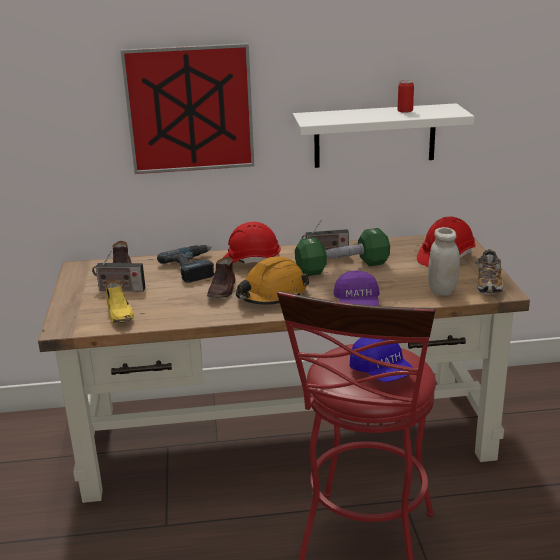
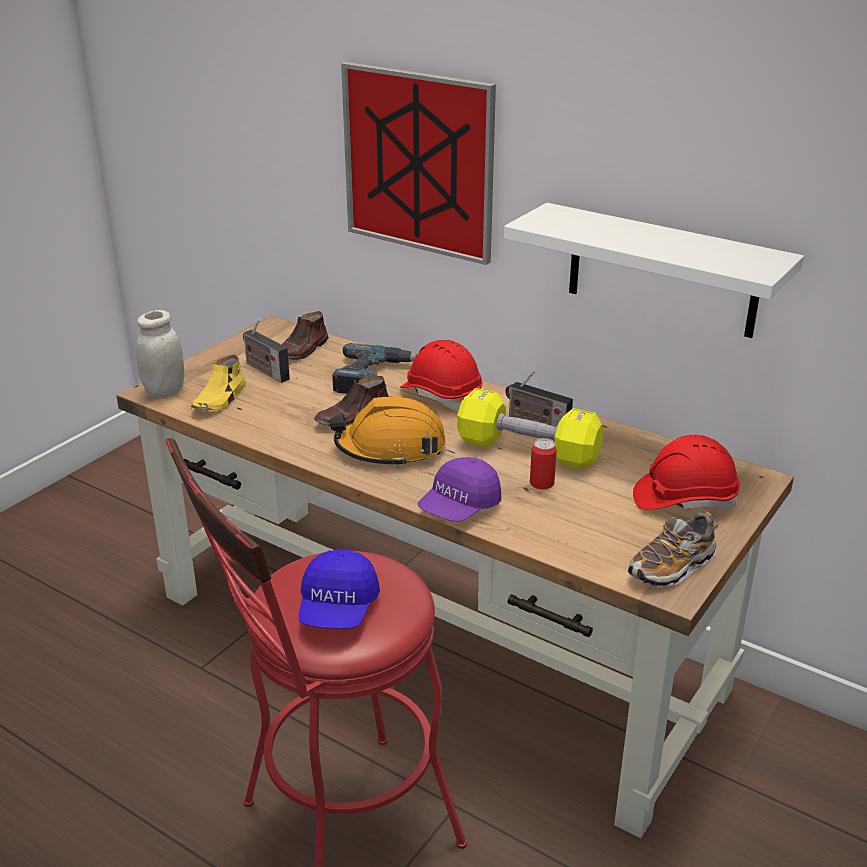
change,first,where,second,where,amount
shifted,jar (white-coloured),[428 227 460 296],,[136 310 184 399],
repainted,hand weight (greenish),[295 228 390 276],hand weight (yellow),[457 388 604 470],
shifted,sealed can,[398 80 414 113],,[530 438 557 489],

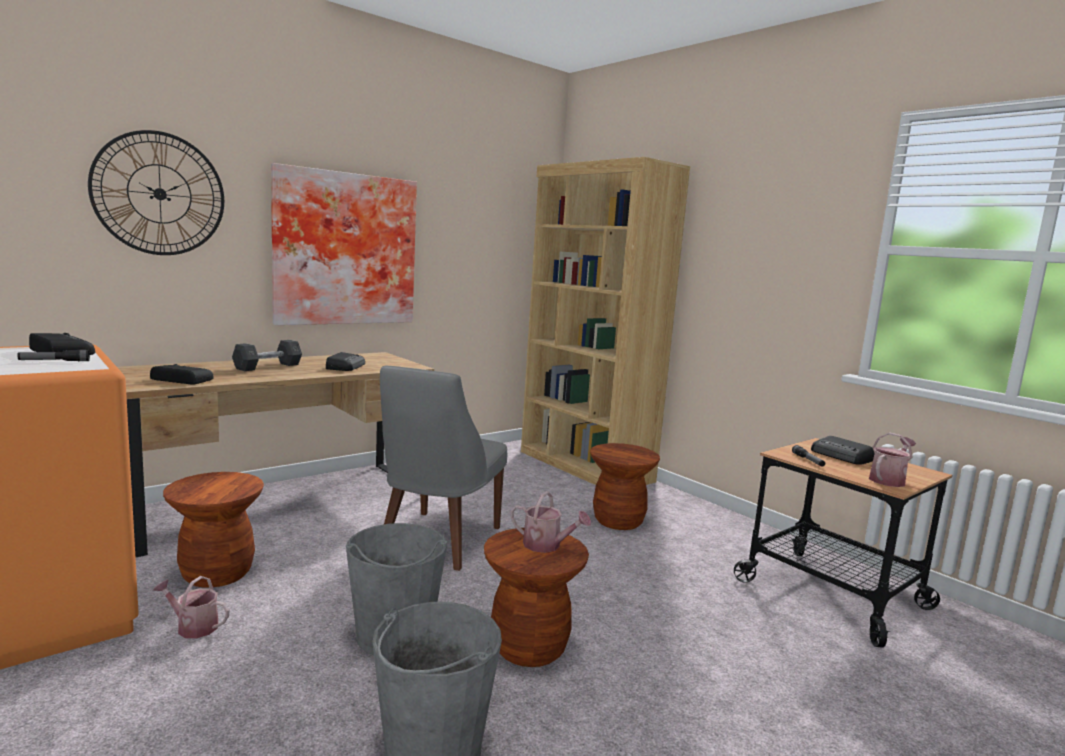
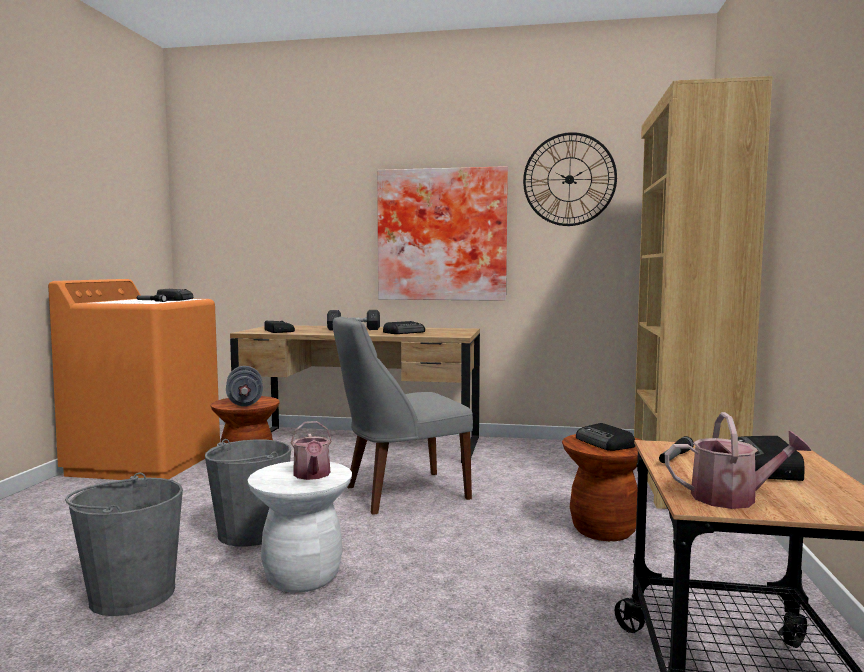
change,first,where,second,where,amount
new,,,hand weight (grey),[226 366 263 406],
repainted,stool seat (brown-coloured),[484 528 589 667],stool seat (white-coloured),[248 461 352 593],
shifted,hanging clock,[88 130 224 255],,[523 132 617 226],
new,,,radio,[576 423 635 451],
gone,watering can,[153 576 229 638],,,

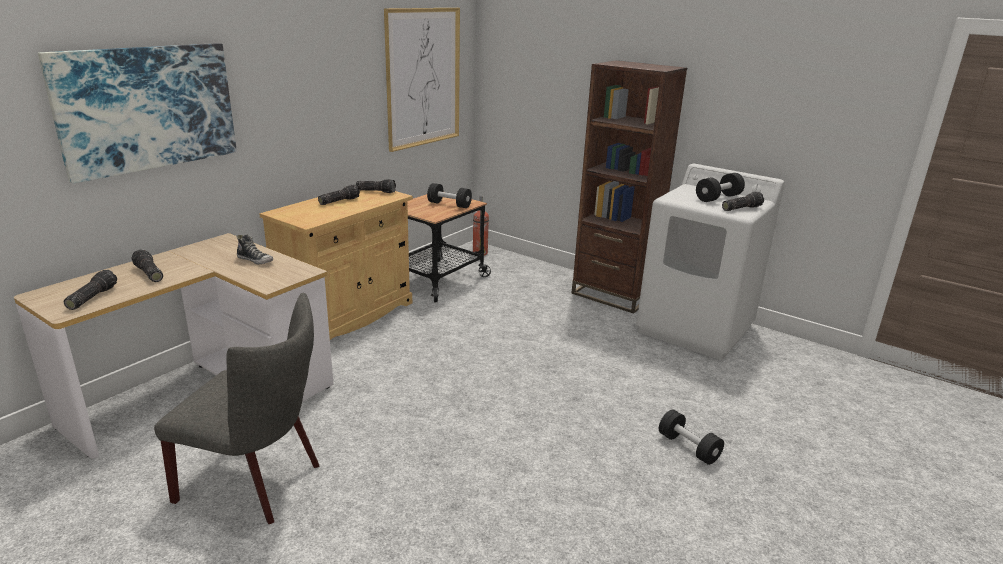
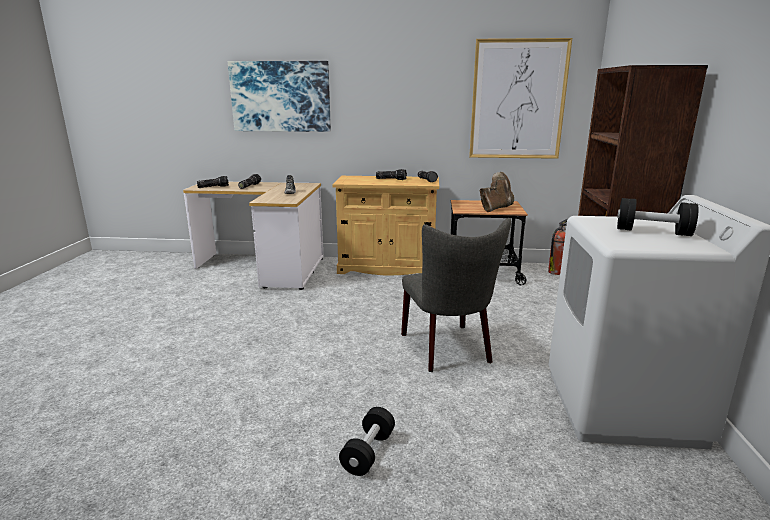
change,first,where,second,where,amount
shifted,upright chair (grey),[154 293 319 524],,[401 218 511 372],
swapped,hand weight (blackish),[427 183 472 208],boot (brown-coloured),[480 172 514 212],
gone,flashlight,[722 192 764 211],,,

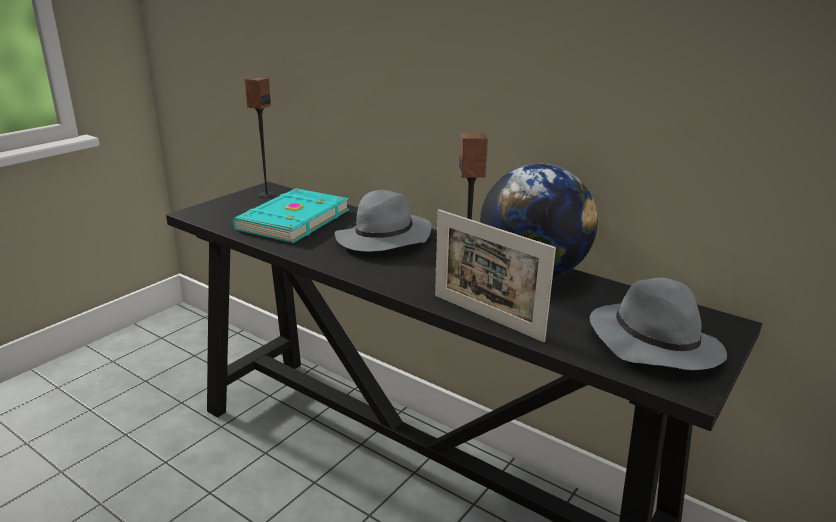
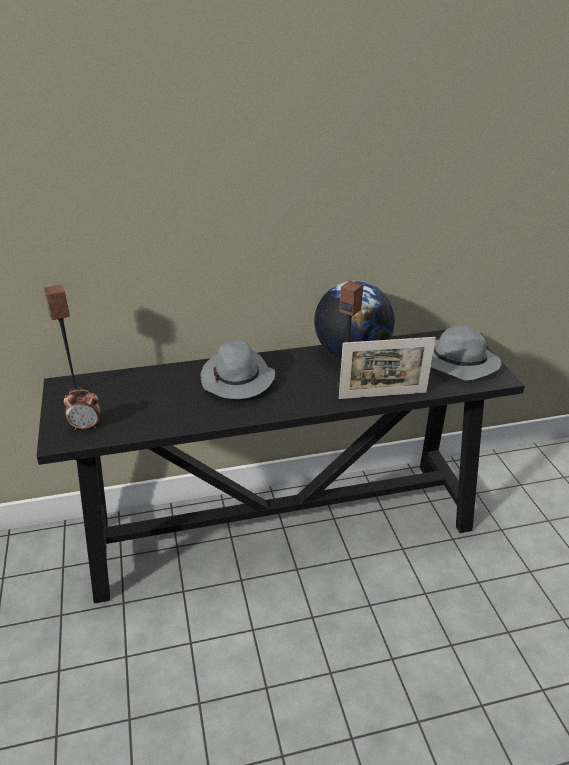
change,first,where,second,where,amount
new,,,table clock,[64 390 100 430],
gone,bound book (turquoise),[233 188 349 243],,,

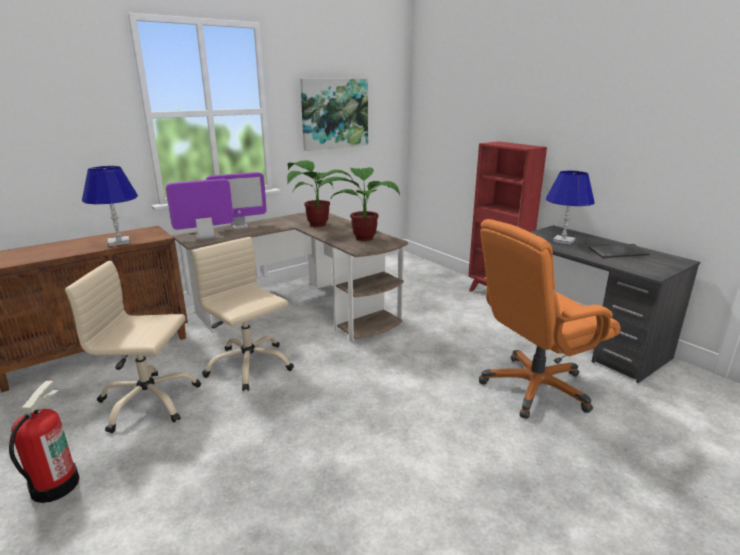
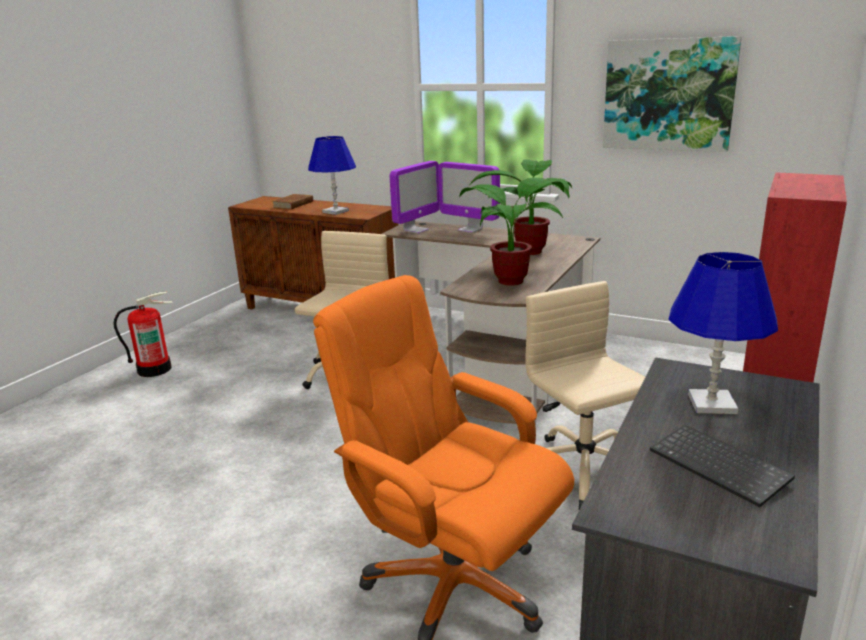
change,first,where,second,where,amount
new,,,bound book (brown-coloured),[272 194 313 209],
rotated,computer screen,[166 179 234 240],,[390 161 440 234],90 degrees clockwise
shifted,computer chair (beige-coloured),[65 261 201 433],,[526 281 645 509],

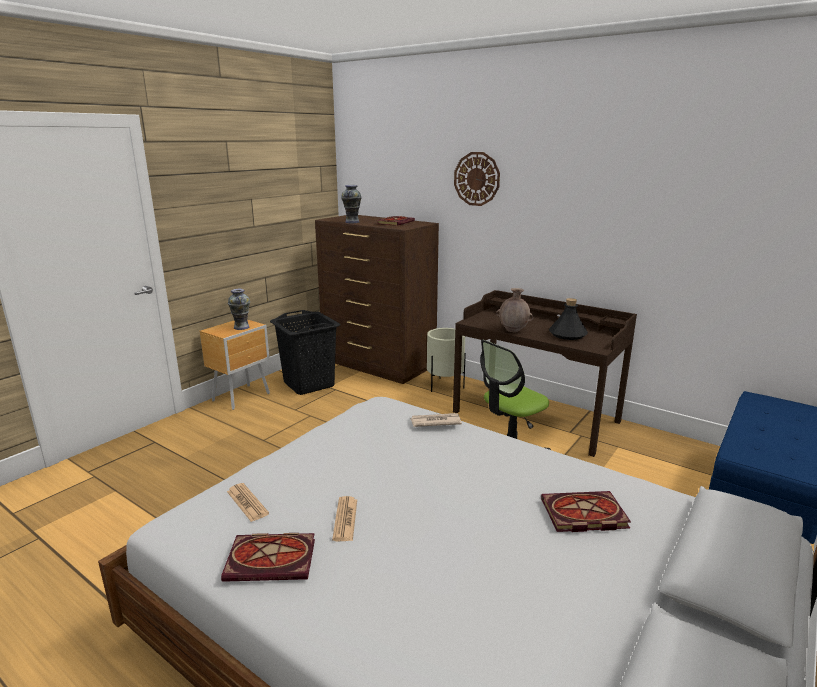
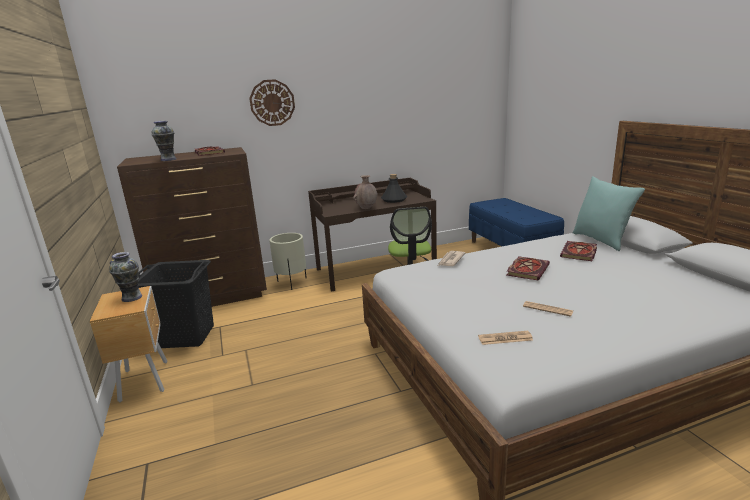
change,first,where,second,where,amount
shifted,bound book,[221 533 315 582],,[507 256 550 280],
new,,,pillow (turquoise),[573 176 645 251],

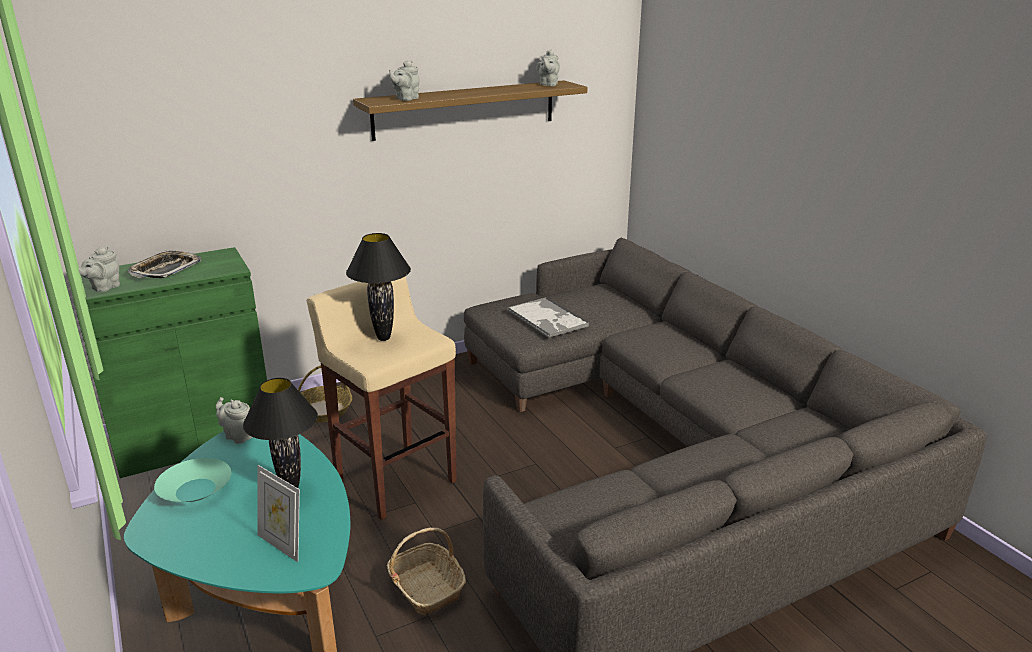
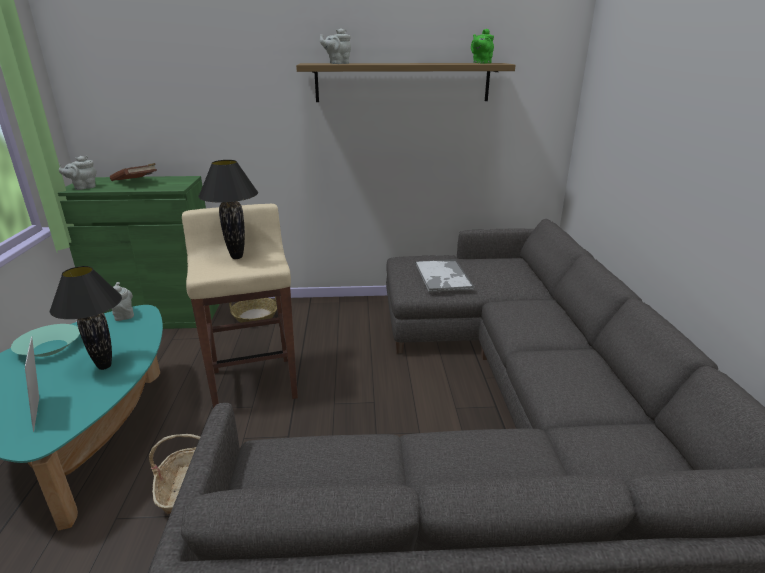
change,first,where,second,where,amount
swapped,carrying tray,[128 251 201 278],bound book (brown-coloured),[110 163 157 181],
repainted,teapot (grey),[537 49 560 86],teapot (greenish),[471 29 494 64],

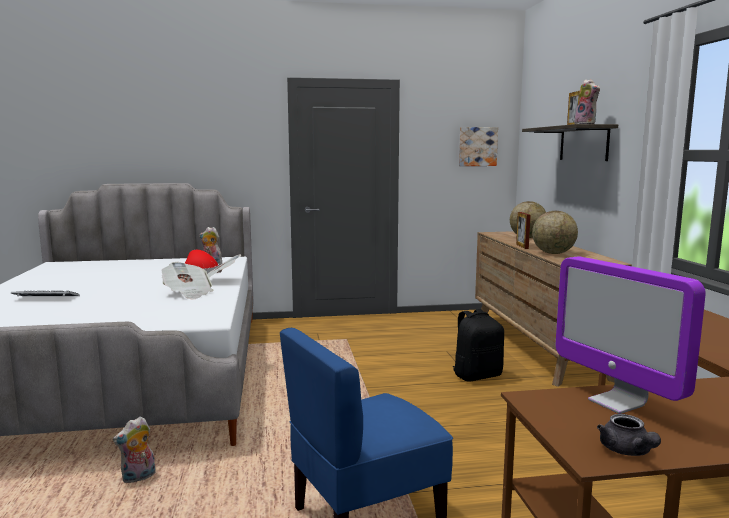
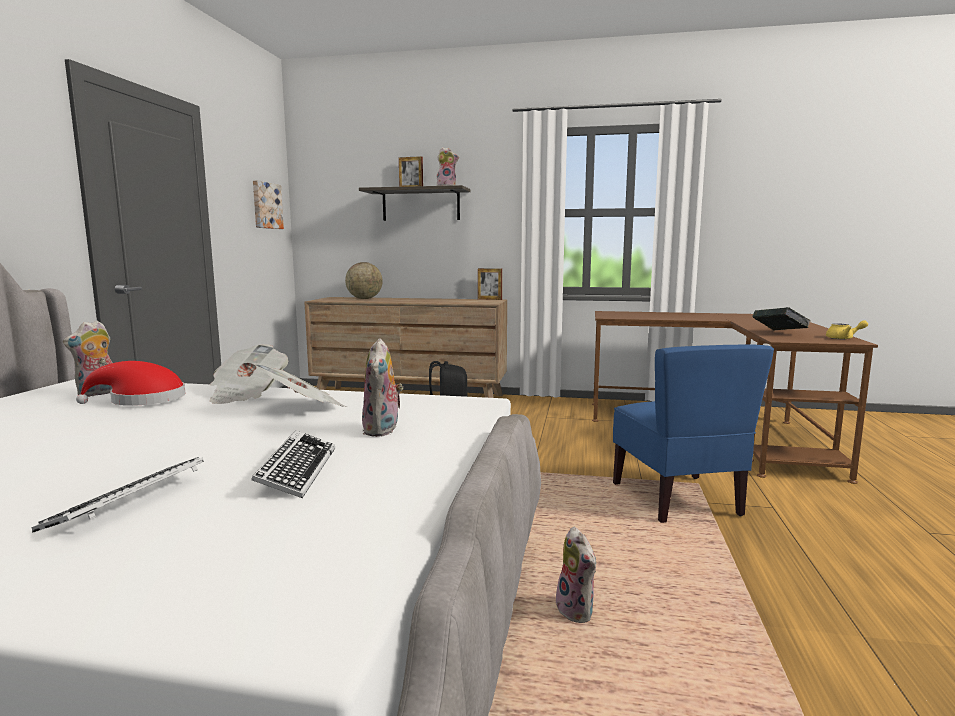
change,first,where,second,where,amount
new,,,computer keyboard,[251 430 335 498],
new,,,soft toy,[362 338 403 437],
shifted,photo frame,[516 212 531 249],,[478 268 502 300],
swapped,computer screen,[556 256 706 414],bound book,[752 307 811 330],
repainted,teapot (grey),[597 414 661 456],teapot (yellow),[826 320 868 339],
gone,world globe,[532 211 578 254],,,

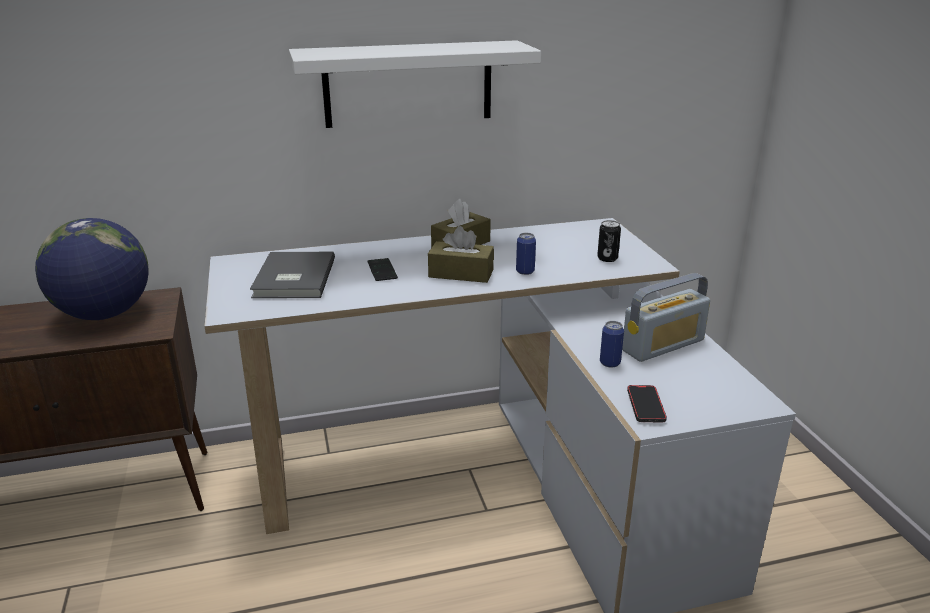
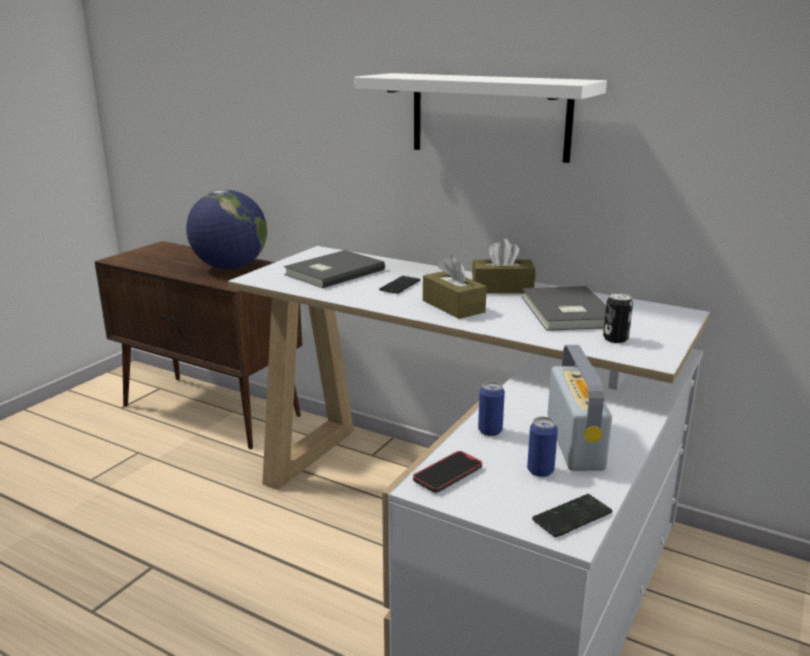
change,first,where,second,where,amount
new,,,bound book (grey),[522 286 606 331],
shifted,sealed can,[516 233 536 275],,[527 417 558 477],
new,,,telephone,[532 494 612 537],
rotated,radio,[622 273 710 362],,[548 345 612 471],105 degrees counterclockwise

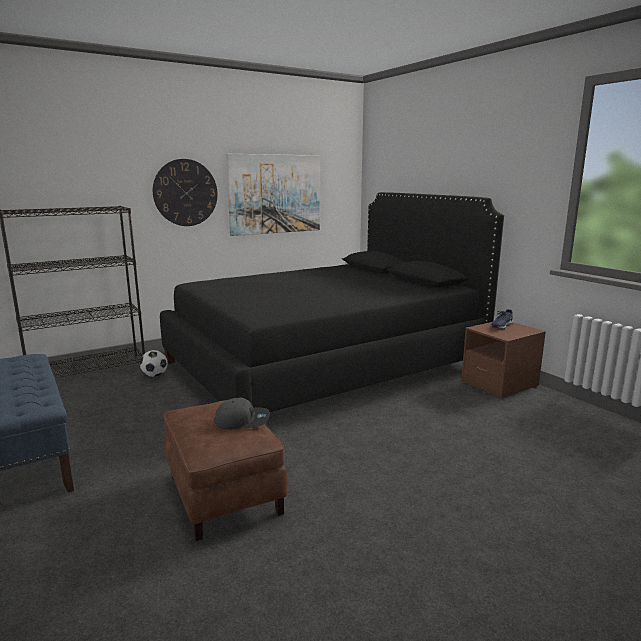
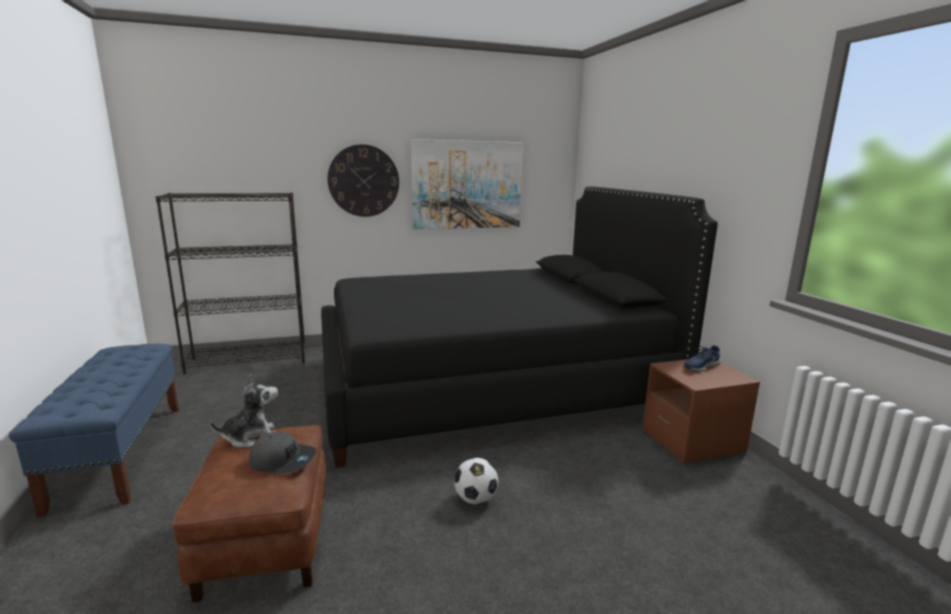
change,first,where,second,where,amount
new,,,soft toy,[210 374 278 448],
shifted,football ball,[140 350 168 377],,[454 458 498 505],

